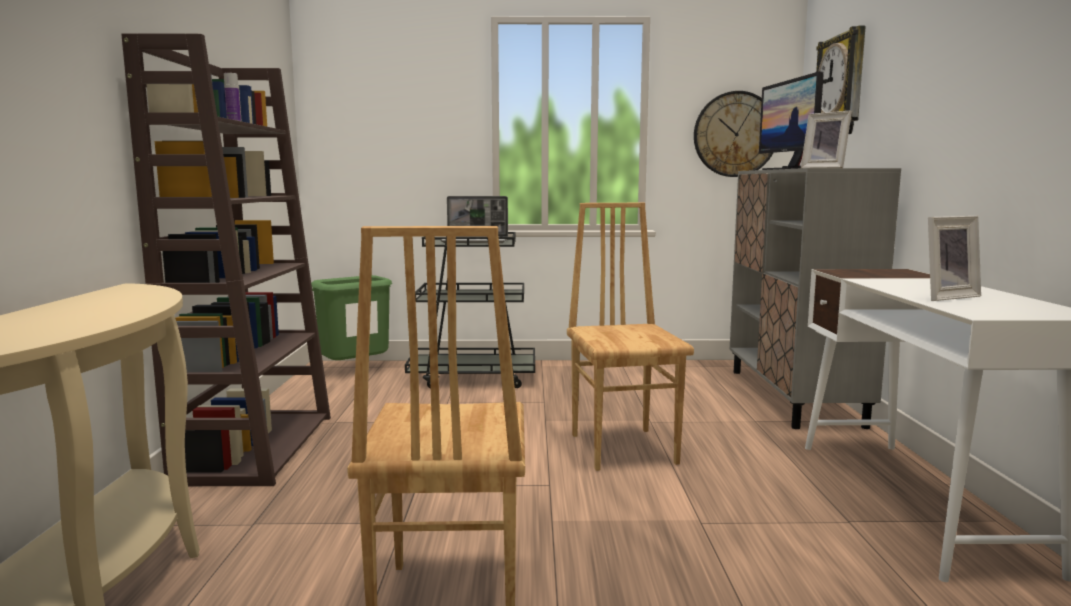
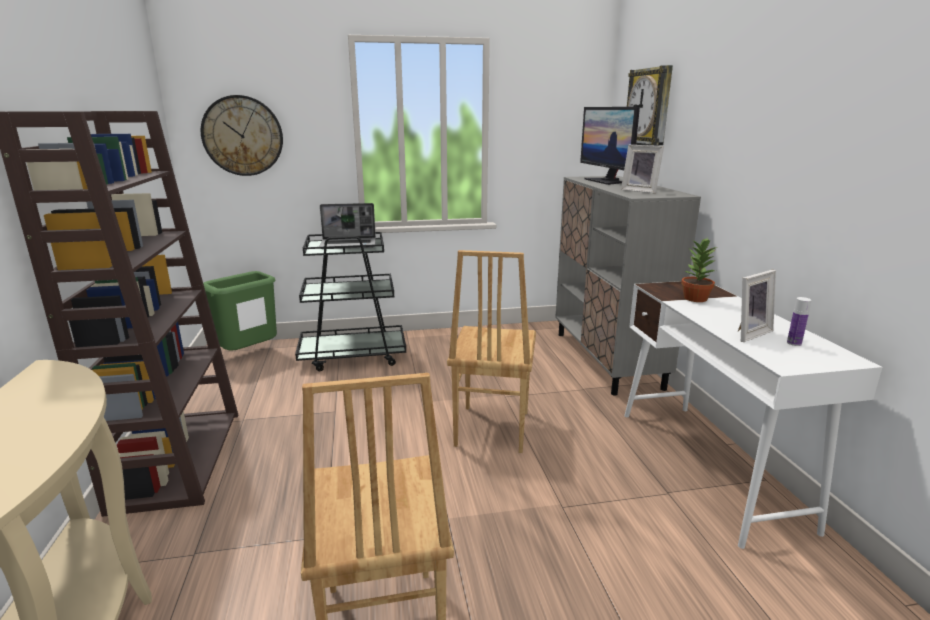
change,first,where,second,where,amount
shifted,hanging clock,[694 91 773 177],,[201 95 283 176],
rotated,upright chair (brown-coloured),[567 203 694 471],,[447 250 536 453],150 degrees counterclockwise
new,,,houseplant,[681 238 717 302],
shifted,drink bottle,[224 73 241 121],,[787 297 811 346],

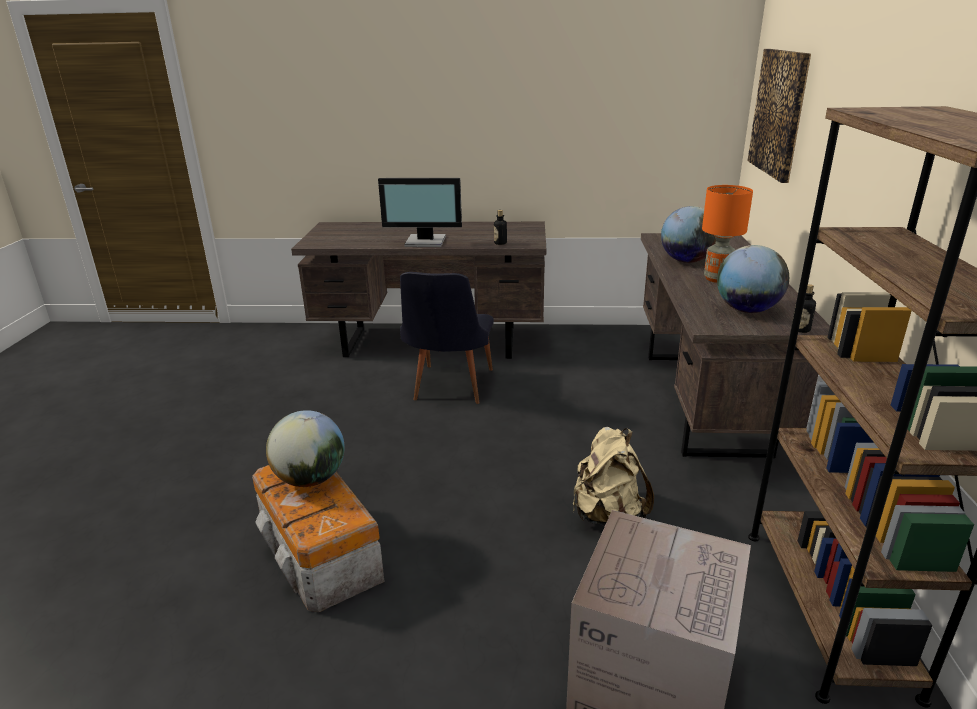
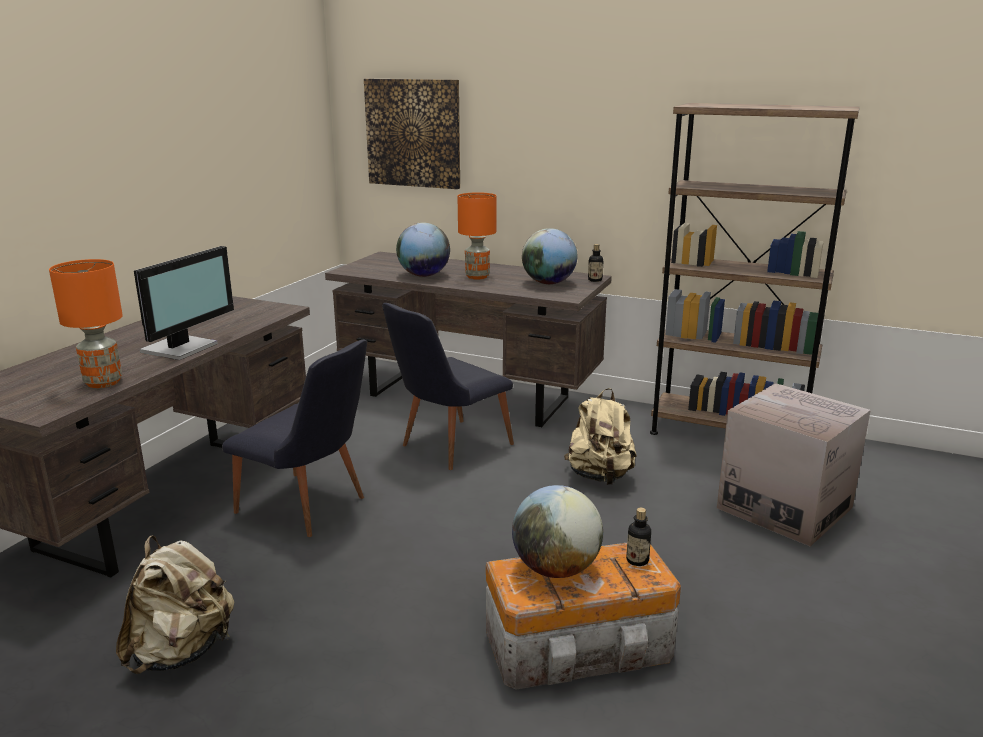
change,first,where,second,where,amount
new,,,lamp for a table (orangey),[49 259 123 388],
new,,,knapsack (beige-coloured),[116 535 234 674],
new,,,upright chair (blackish),[382 303 514 470],
shifted,drink bottle,[494 210 507 245],,[626 508 651 566],

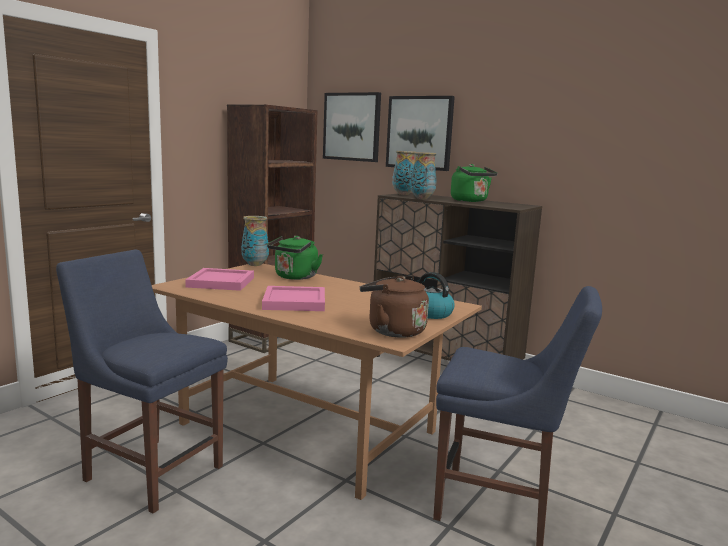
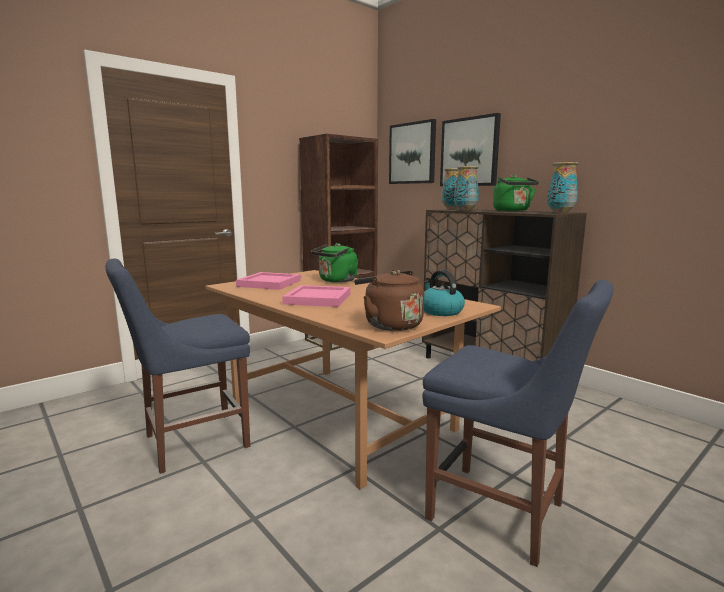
change,first,where,second,where,amount
rotated,upright chair (blue-coloured),[56 250 228 514],,[105 259 250 474],75 degrees counterclockwise
shifted,vase,[241 216 269 266],,[547 162 579 213],

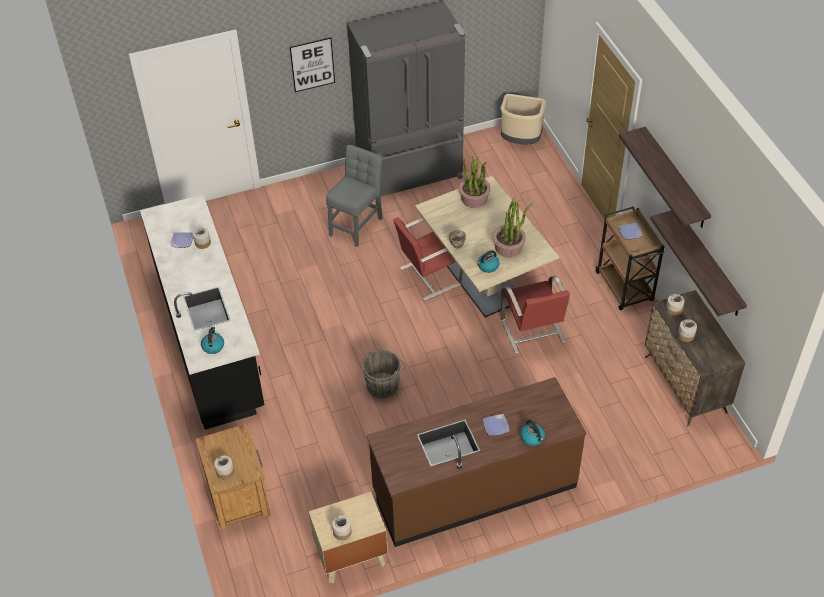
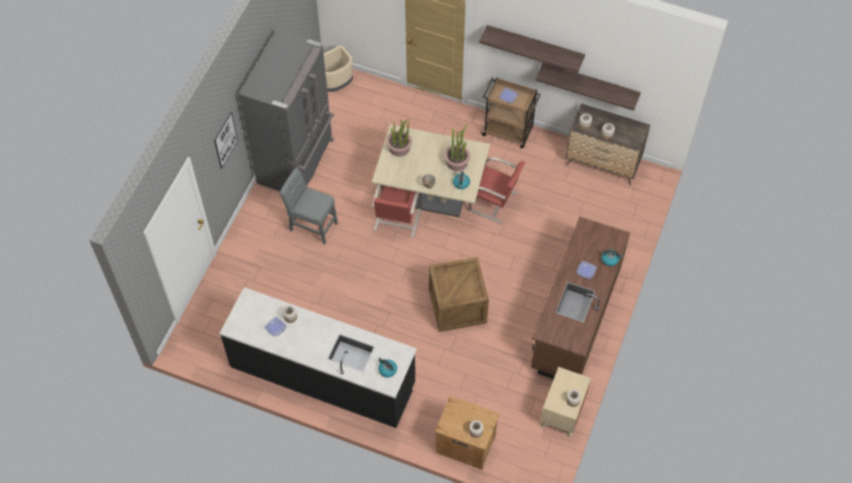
change,first,where,second,where,amount
rotated,upright chair (grey),[326 145 383 247],,[280 168 338 244],45 degrees counterclockwise
swapped,water bucket (grey),[362 350 406 398],crate,[429 257 489 332],

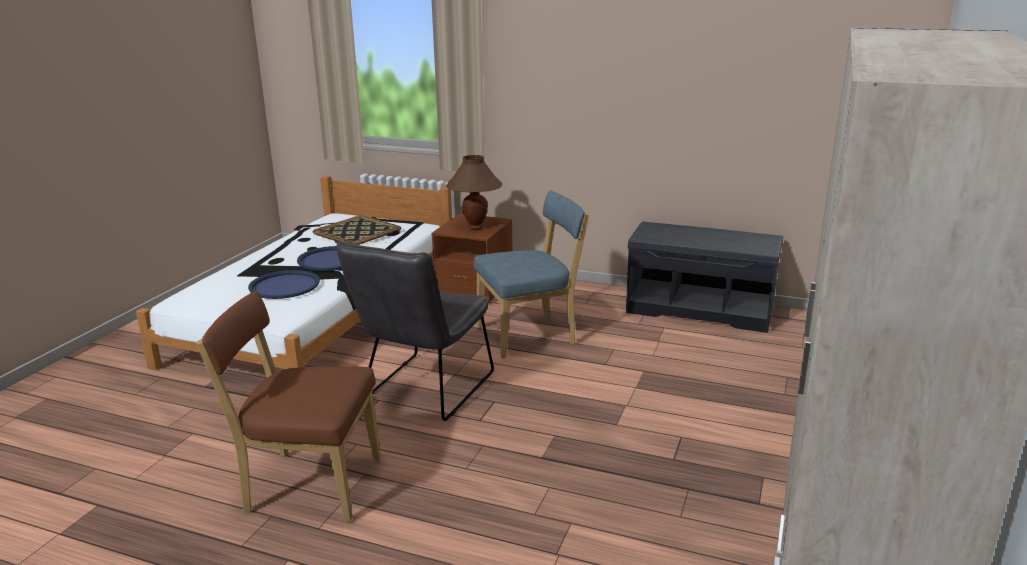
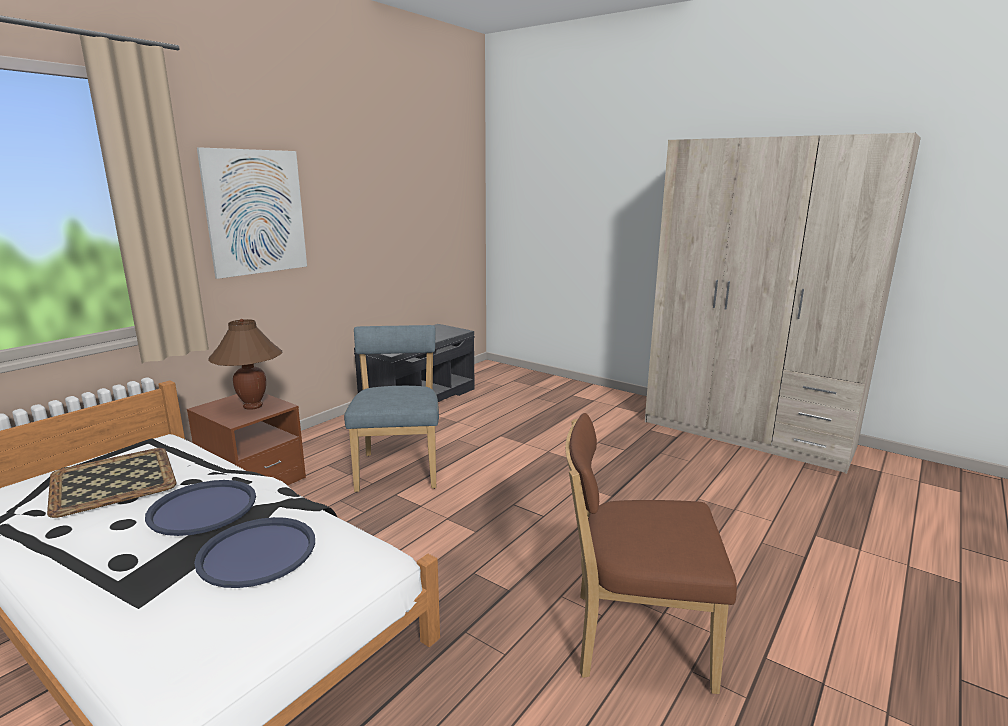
change,first,where,second,where,amount
new,,,wall picture,[197 147 307 279],
rotated,upright chair (brown-coloured),[197 291 381 521],,[565 413 737 694],75 degrees clockwise
gone,upright chair (grey),[337 240 494 421],,,

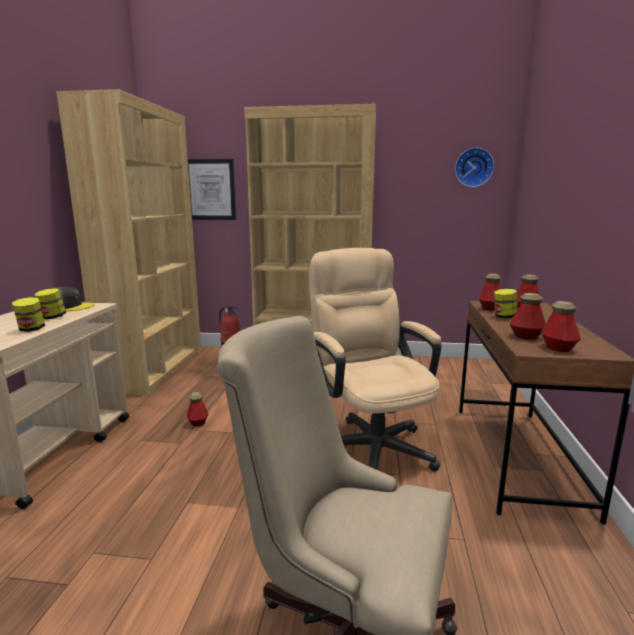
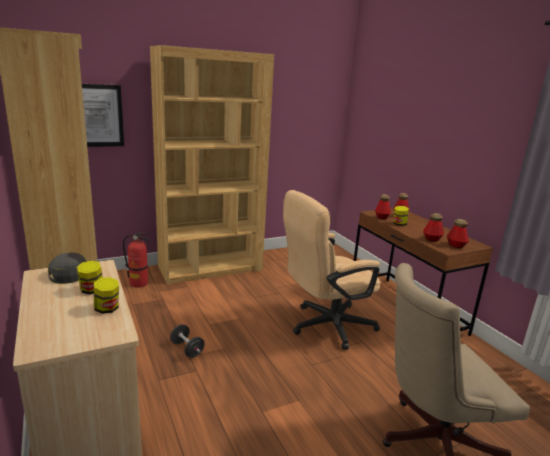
change,first,where,second,where,amount
swapped,drink bottle,[187 392 208 427],hand weight (blackish),[170 324 204 358],
rotated,computer chair (beige-coloured),[309 248 441 472],,[283 190 381 350],60 degrees counterclockwise
gone,hanging clock,[455 147 494 187],,,

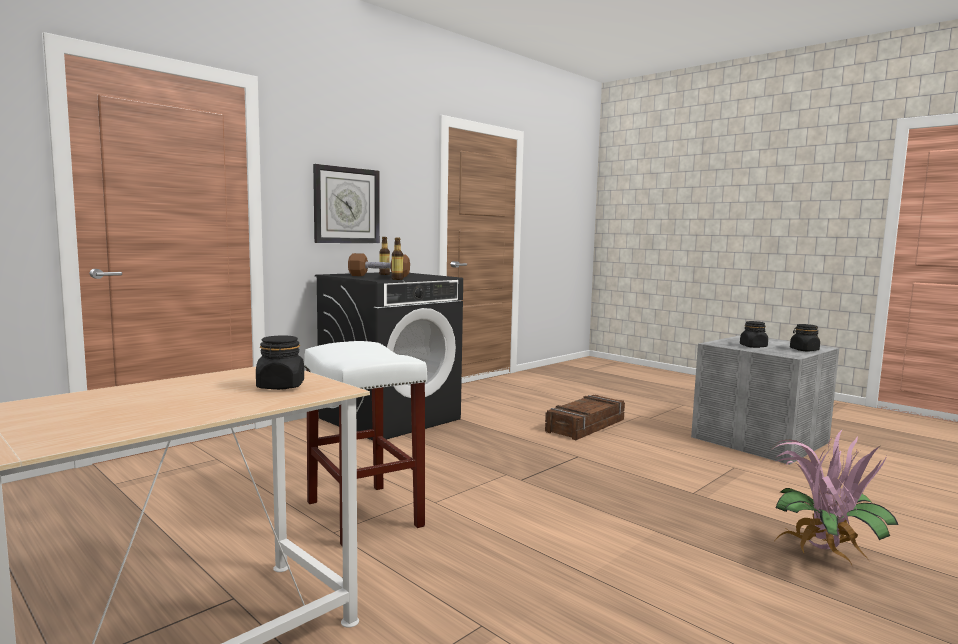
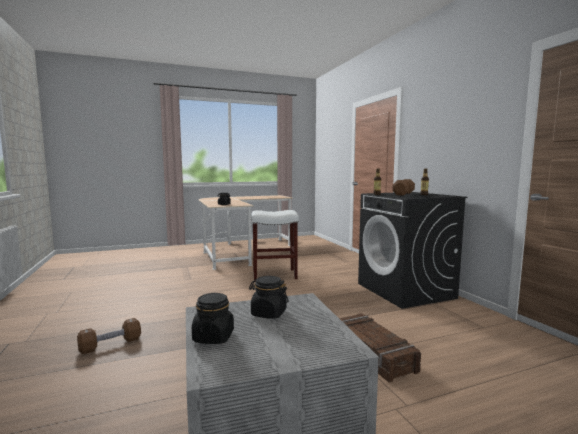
change,first,where,second,where,amount
swapped,houseplant,[771 430 899 565],hand weight (brown-coloured),[77 318 141 354],
gone,hanging clock,[313 164 380 243],,,

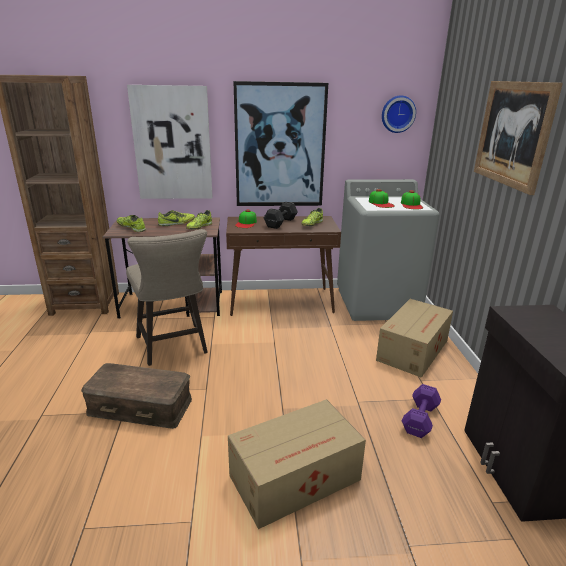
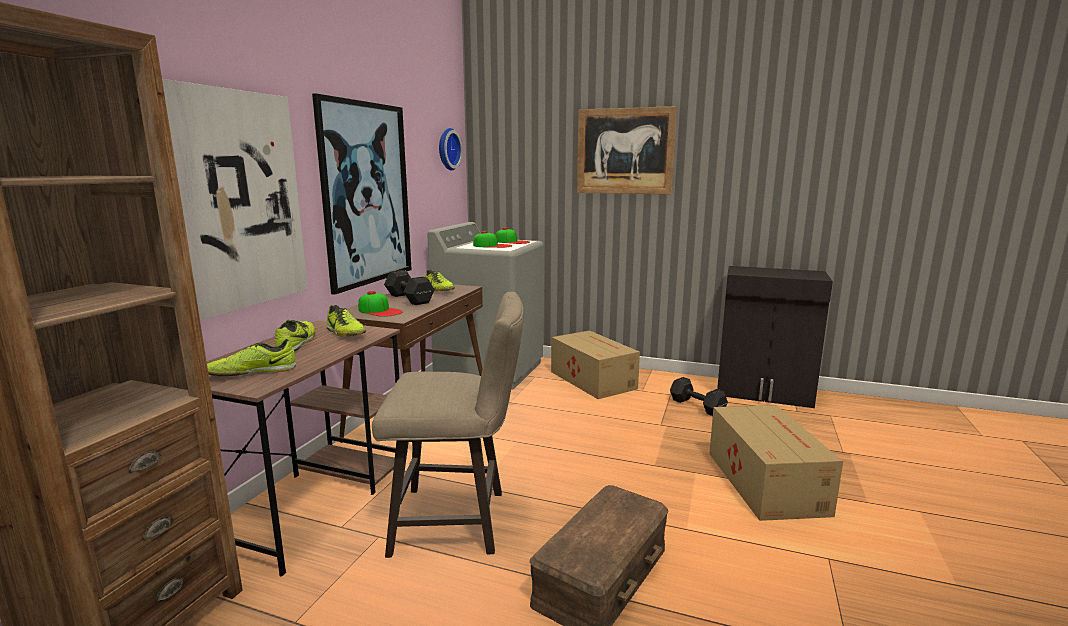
change,first,where,second,where,amount
repainted,hand weight (purple-coloured),[402 384 441 438],hand weight (blackish),[670 377 728 416],

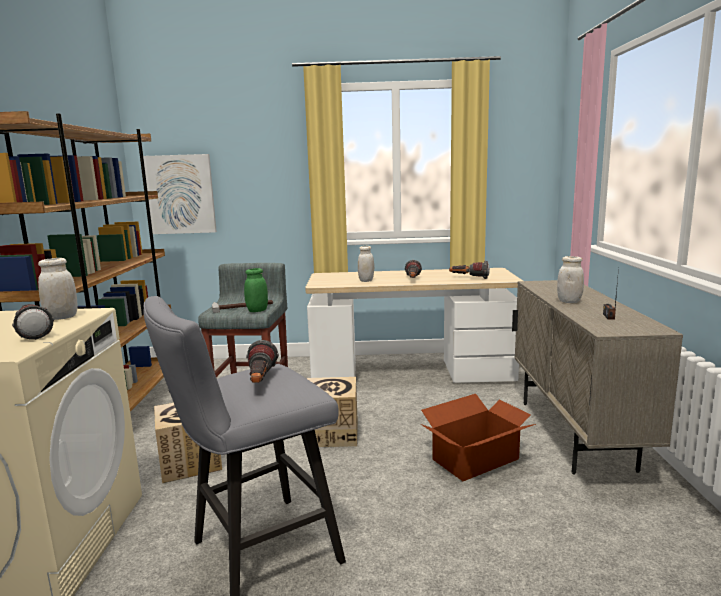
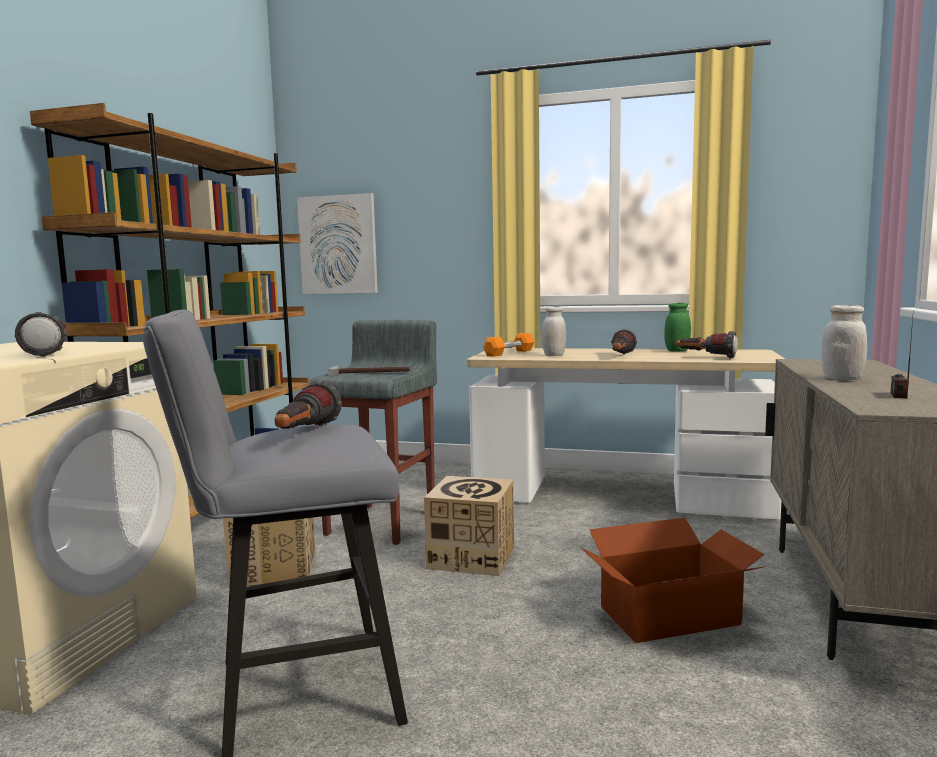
change,first,where,second,where,amount
new,,,hand weight (orangey),[483 333 534 357],
shifted,jar (greenish),[244 268 268 312],,[664 303 691 352],
gone,jar (white-coloured),[38 258 77 320],,,

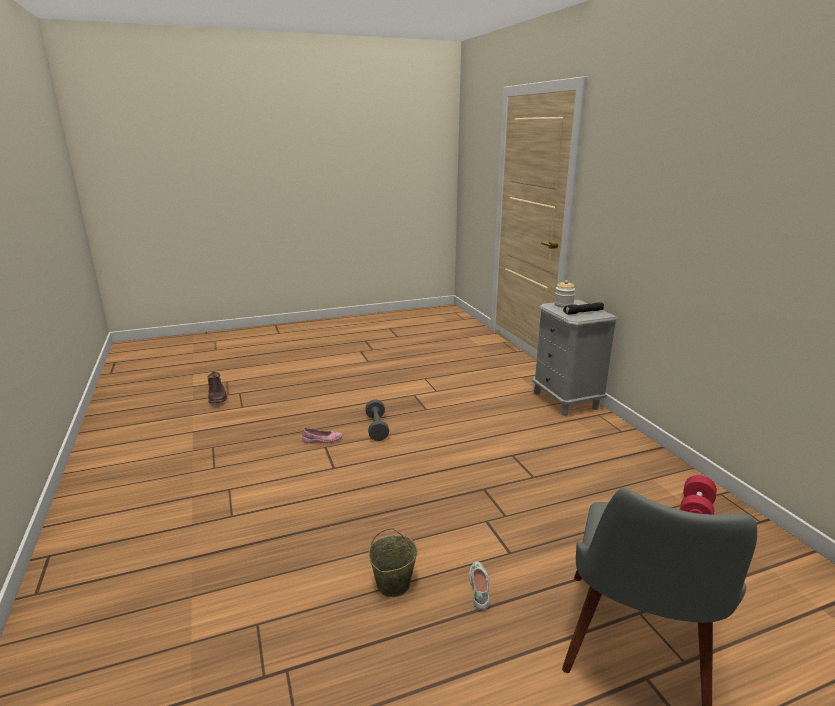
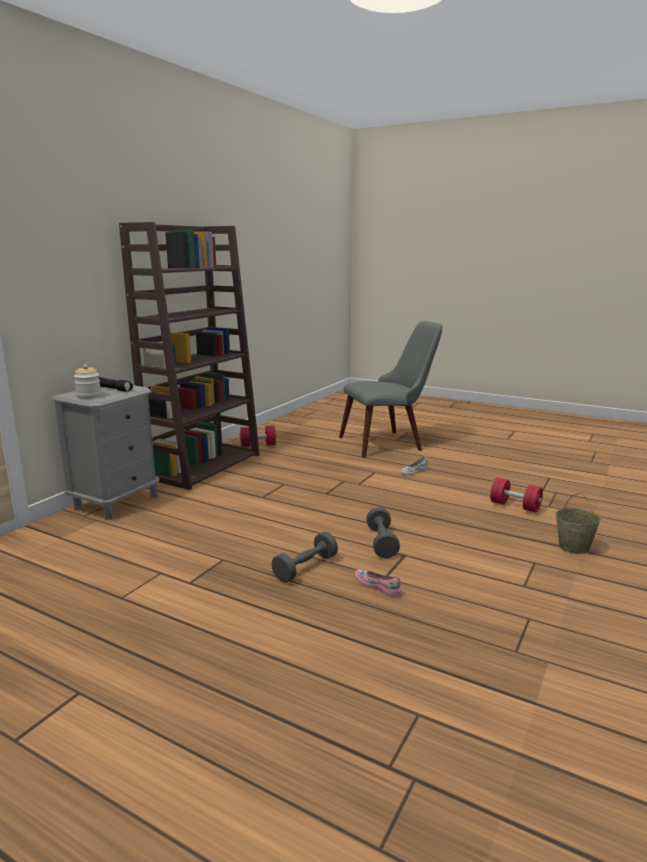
change,first,where,second,where,amount
new,,,bookcase (brown-coloured),[119 222 260 490],
new,,,hand weight (grey),[366 507 400 559],
new,,,hand weight (reddish),[490 478 543 513],
shifted,water bucket (beige-coloured),[369 528 418 597],,[555 493 601 554],
gone,boot (brown-coloured),[208 372 227 404],,,

